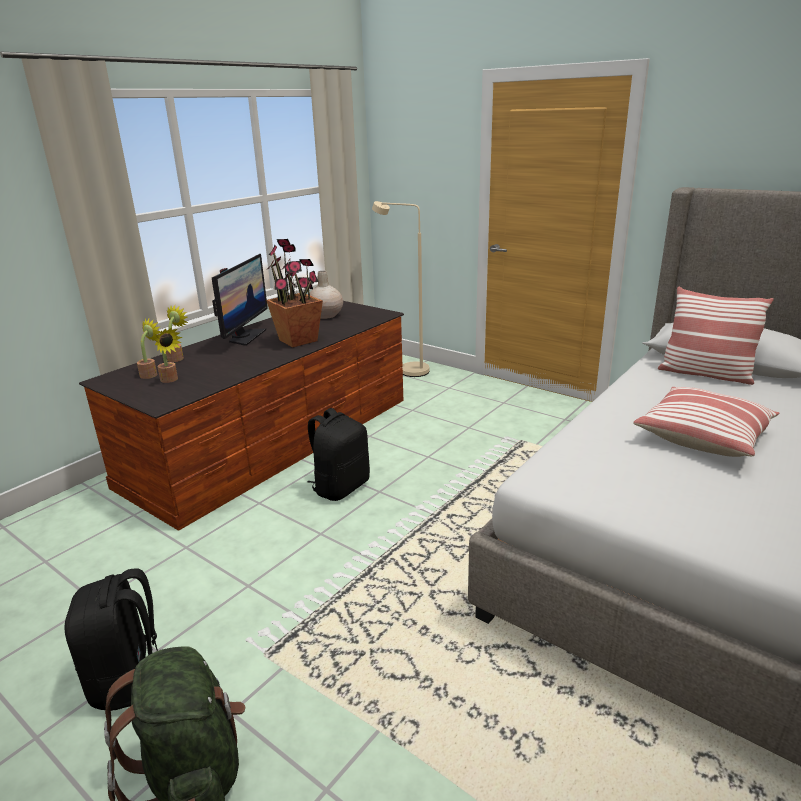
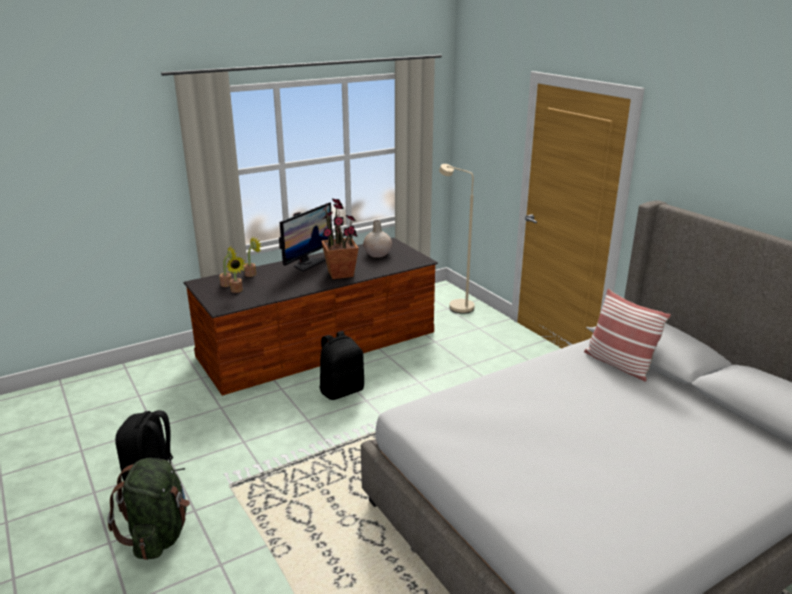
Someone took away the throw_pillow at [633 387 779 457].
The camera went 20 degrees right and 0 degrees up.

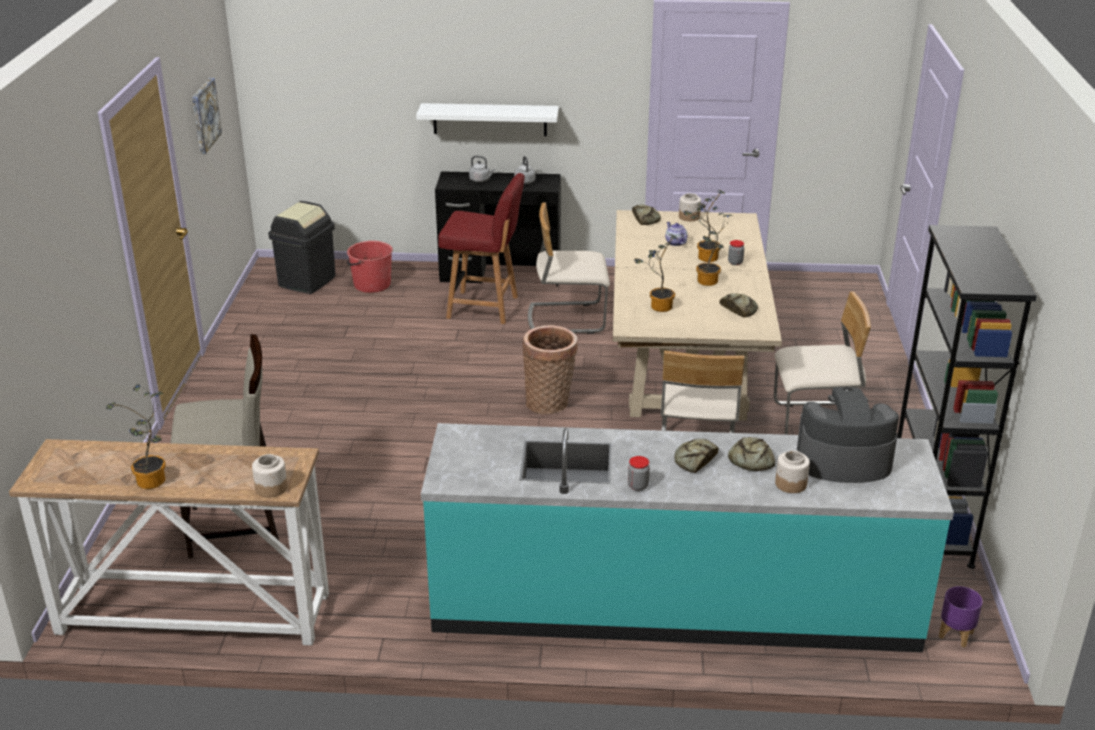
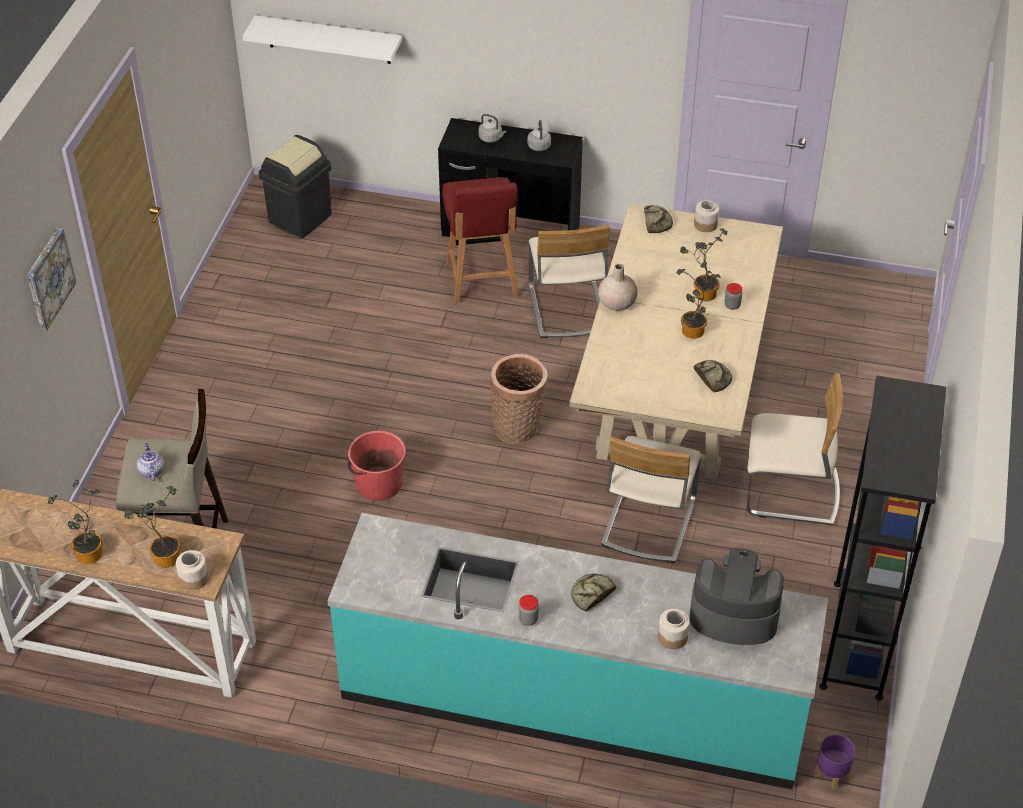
Someone carried the wall_picture from [192 78 222 154] to [27 228 76 331].
Someone carried the white-coloured_wall_shelf from [416 103 559 136] to [243 15 402 64].
Someone rotated the red_upright_chair at [438 173 525 324] by 60 degrees clockwise.
Someone rotated the beige-coloured_upright_chair at [528 203 610 334] by 105 degrees counterclockwise.
Someone carried the tea_pot from [665 222 688 246] to [137 443 164 481].
Someone carried the potted_plant from [634 234 677 312] to [124 486 181 568].
Someone carried the red_water_bucket from [347 241 393 293] to [348 431 406 501].
Someone took away the bakery_bread at [728 437 775 471].
Someone put down the beige-coloured_vase at [598 264 638 311].
The camera went 10 degrees right and 15 degrees up.

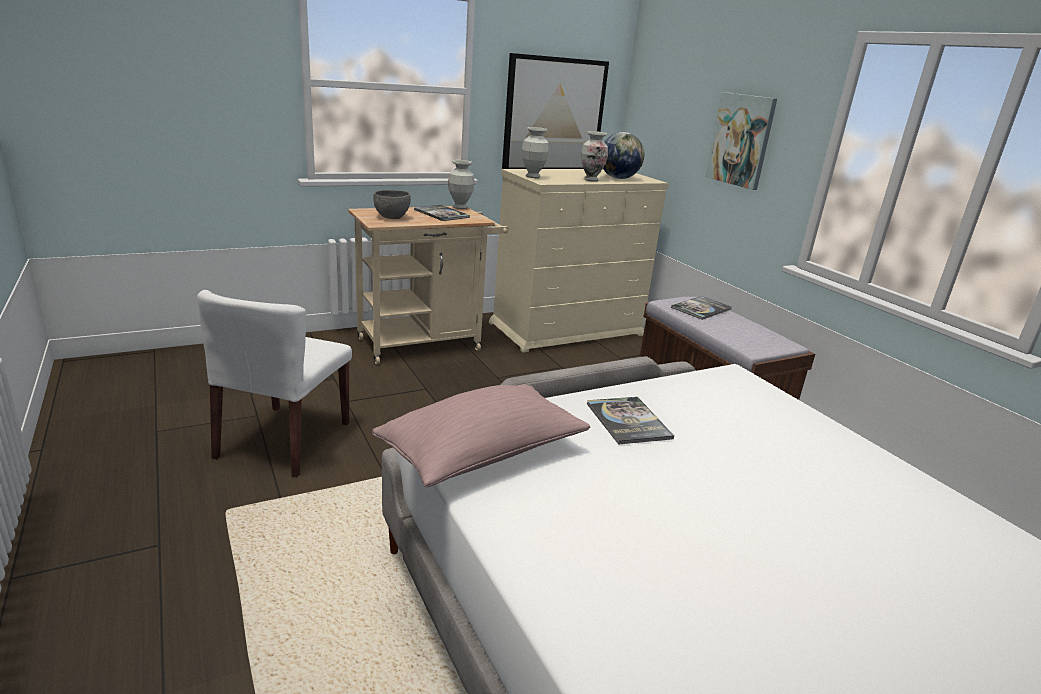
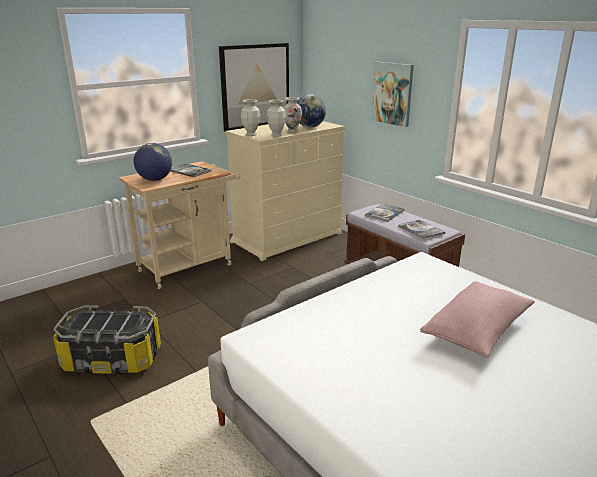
Someone carried the vase from [448 160 475 209] to [267 100 286 137].
Someone swapped the greyish_deep_dish at [373 190 411 219] for the world_globe at [134 143 172 181].
Someone swapped the white-coloured_upright_chair at [197 290 352 477] for the storage_container at [53 305 161 374].
Someone carried the pink-coloured_throw_pillow from [372 384 590 487] to [420 281 535 358].
Someone carried the bound_book from [587 397 674 445] to [398 220 445 239].
The camera went 10 degrees left and 0 degrees up.

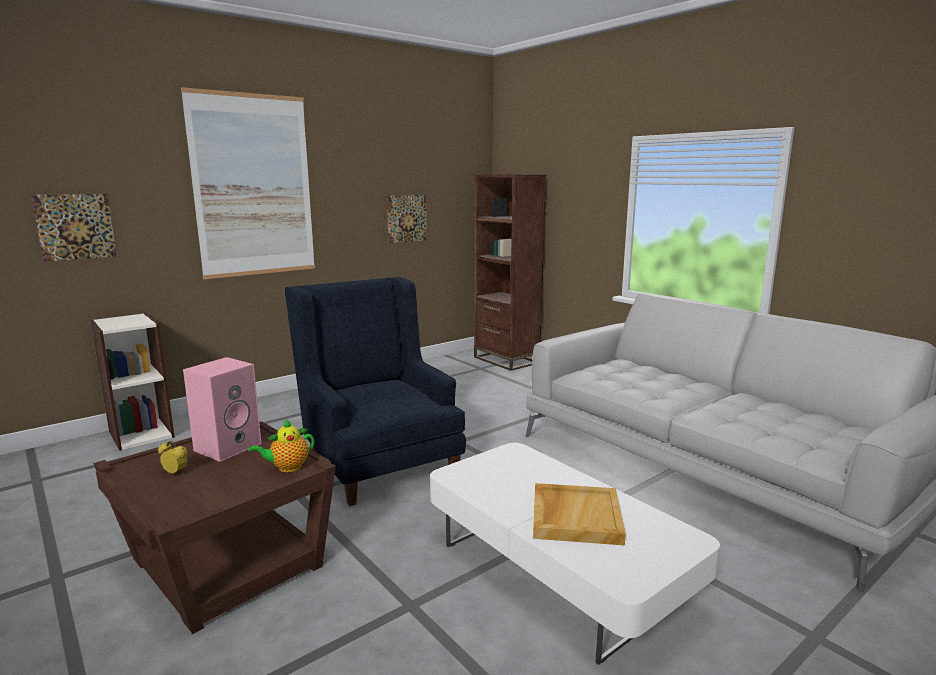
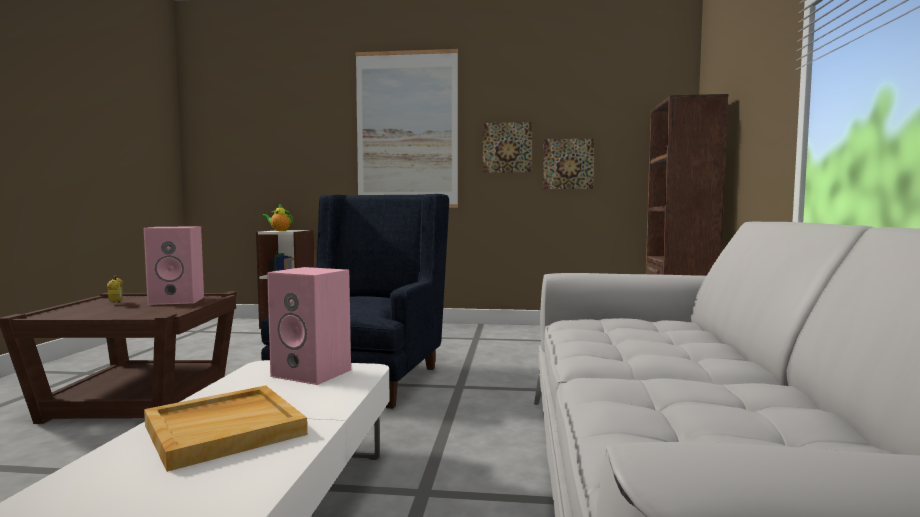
Someone carried the wall_picture from [31 194 117 262] to [483 122 532 173].
Someone carried the tea_pot from [249 419 315 472] to [262 204 293 231].
Someone put down the pink-coloured_speaker at [267 267 351 385].
The camera went 45 degrees right and 10 degrees down.

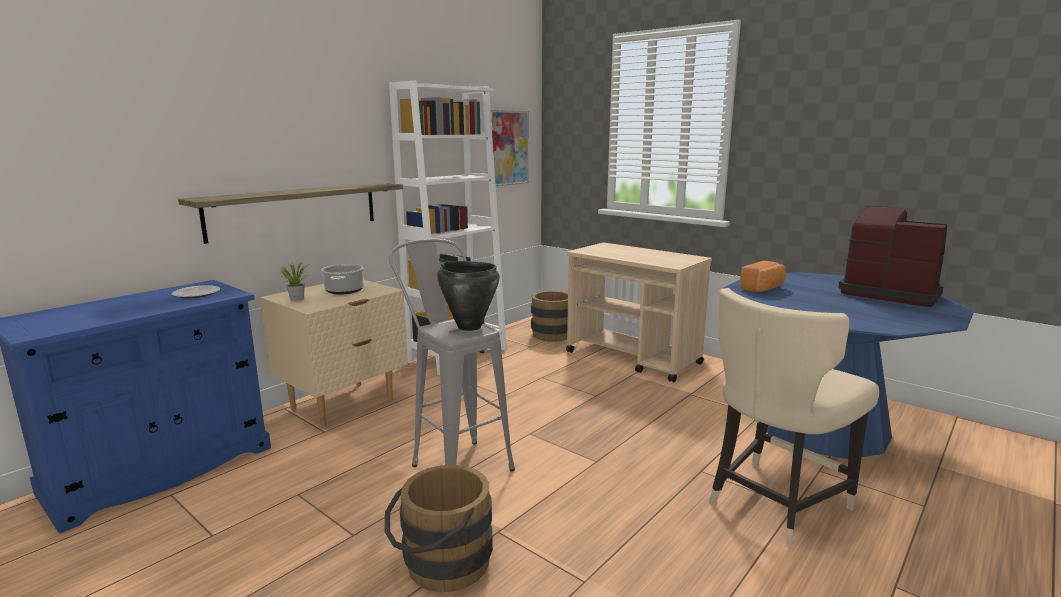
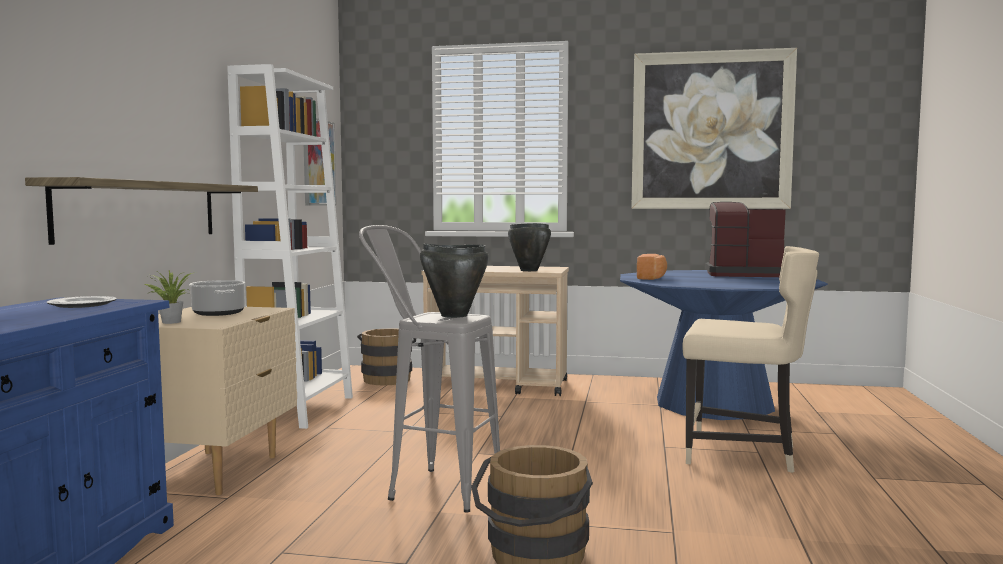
Someone rotated the beige-coloured_upright_chair at [709 288 879 547] by 90 degrees counterclockwise.
Someone put up the wall_picture at [631 48 797 209].
Someone put down the blackish_saucepot at [508 223 551 271].
The camera went 30 degrees left and 10 degrees down.

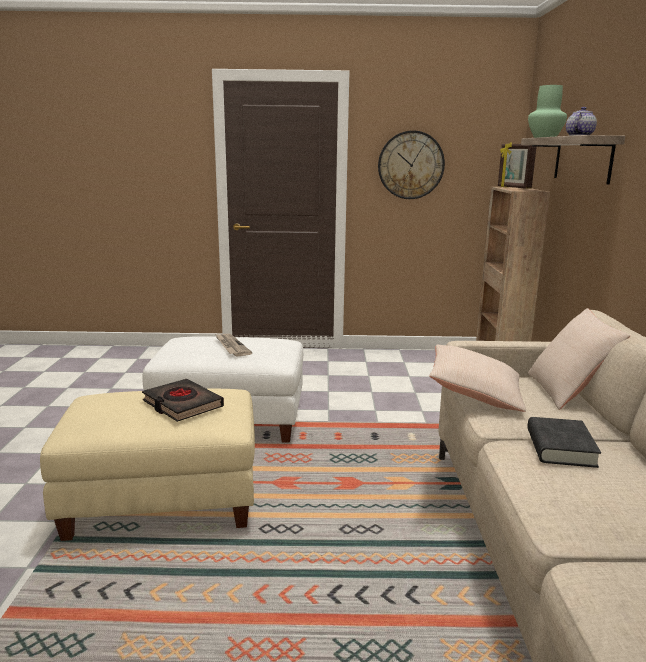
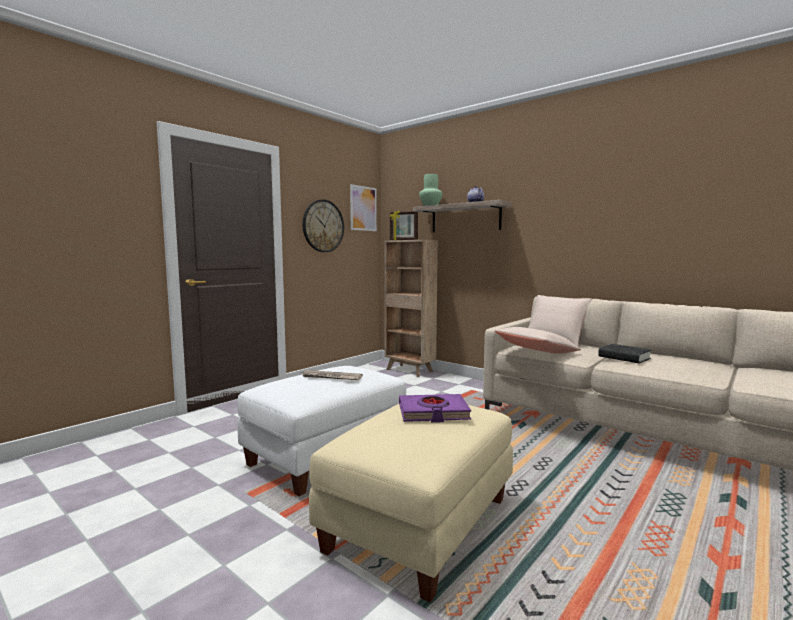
Someone repainted the blackish_bound_book at [142 379 224 422], which became the purple-coloured_bound_book at [399 394 471 423].
Someone put up the wall_picture at [350 184 377 231].
The camera went 50 degrees left and 10 degrees down.

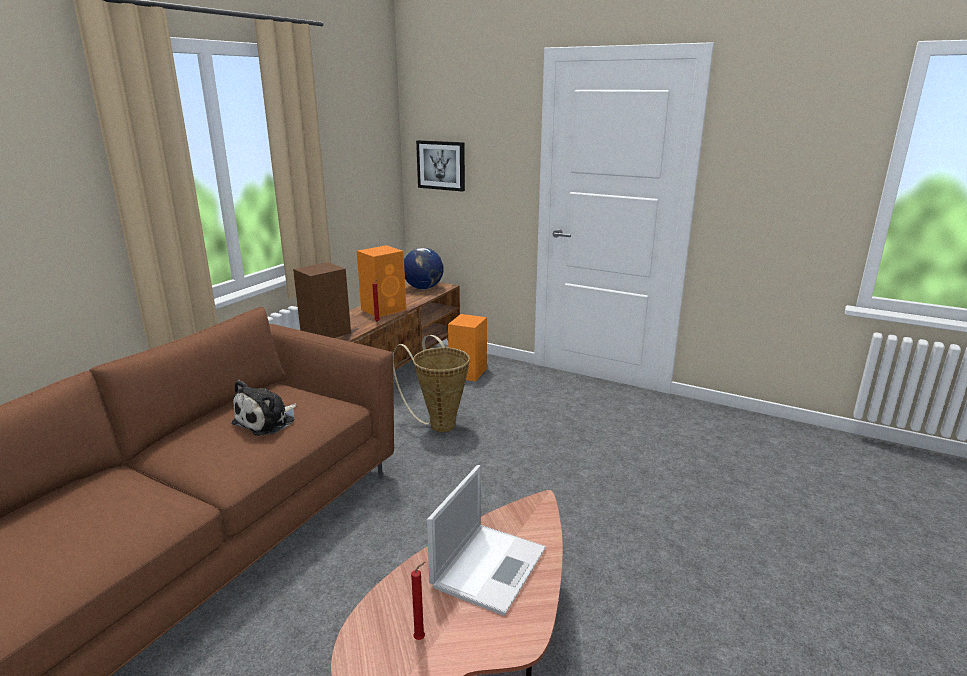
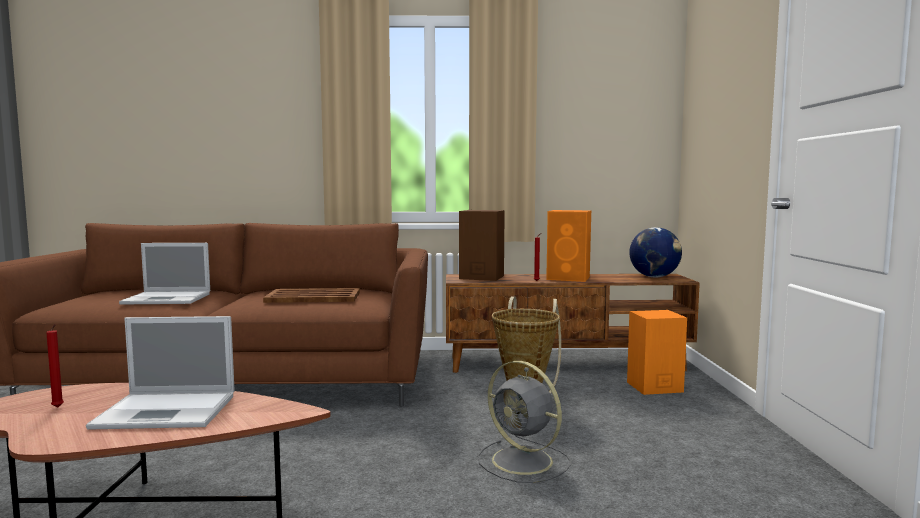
Someone took away the wall_picture at [416 140 465 192].
Someone swapped the soft_toy at [232 380 297 436] for the brown-coloured_tray at [263 288 360 303].
Someone put down the laptop at [119 243 210 305].
Someone put down the greyish_electric_fan at [478 361 570 483].
The camera went 60 degrees right and 15 degrees down.

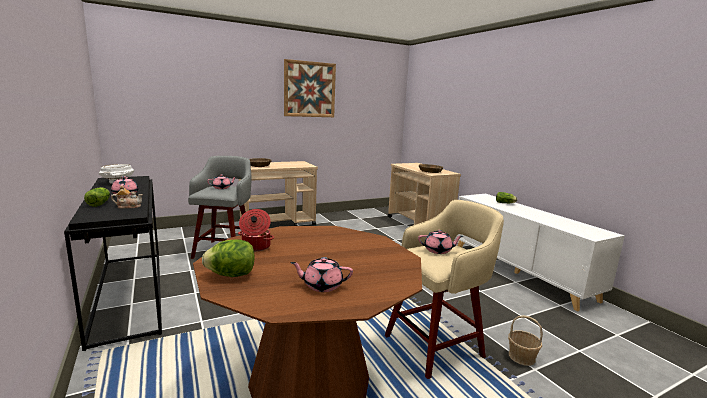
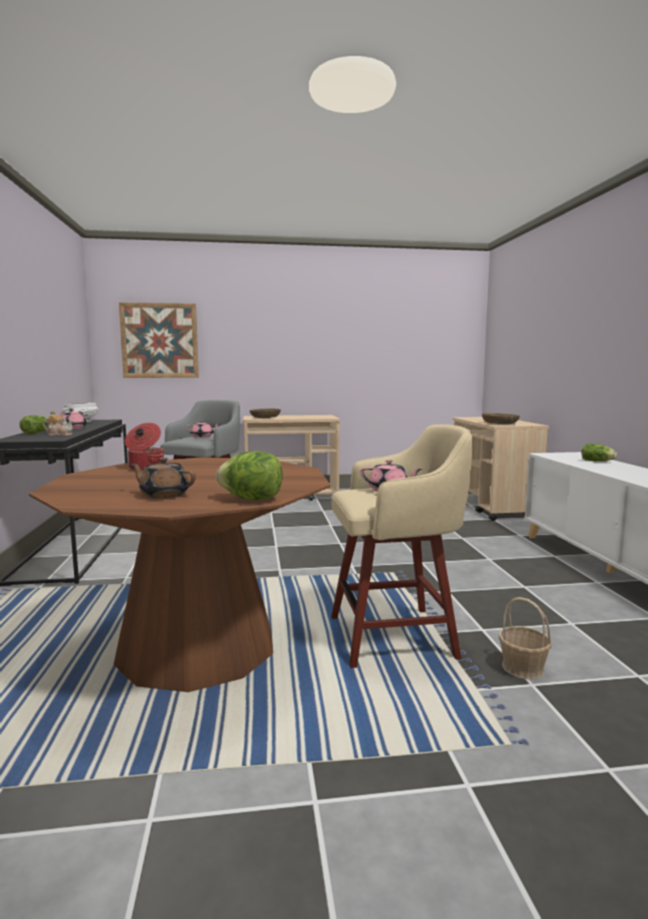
Someone carried the wall_picture from [284 59 336 117] to [119 302 199 378].
Someone carried the lettuce_head from [202 239 254 277] to [216 451 283 500].
Someone repainted the pink-coloured_tea_pot at [290 257 353 292], which became the brown-coloured_tea_pot at [130 458 196 498].
The camera went 20 degrees right and 5 degrees down.

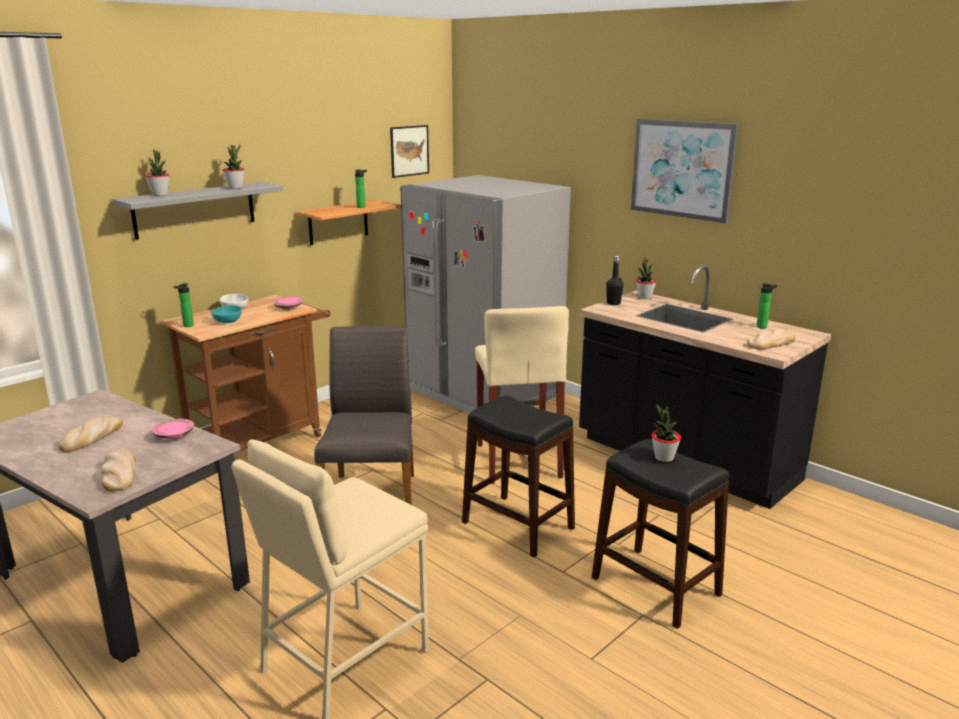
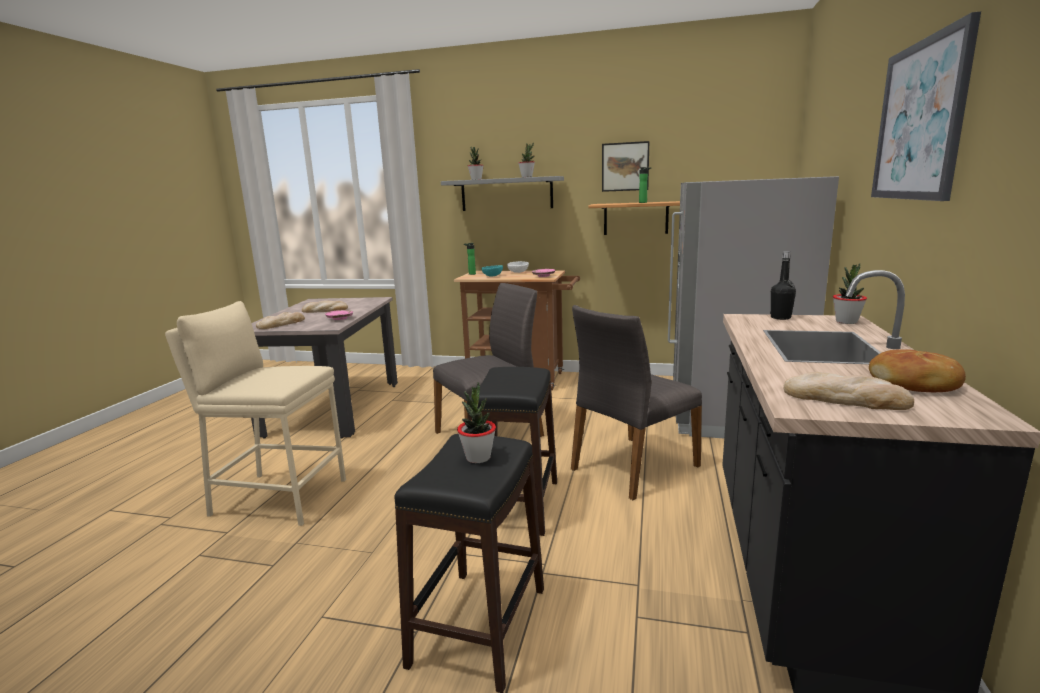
Someone carried the wall_picture from [390 125 429 178] to [602 141 649 192].
Someone swapped the bottle at [756 283 777 328] for the bakery_bread at [869 349 966 392].
Someone swapped the beige-coloured_sitting_stool at [475 306 569 484] for the greyish_upright_chair at [571 305 702 500].
The camera went 60 degrees right and 5 degrees down.

